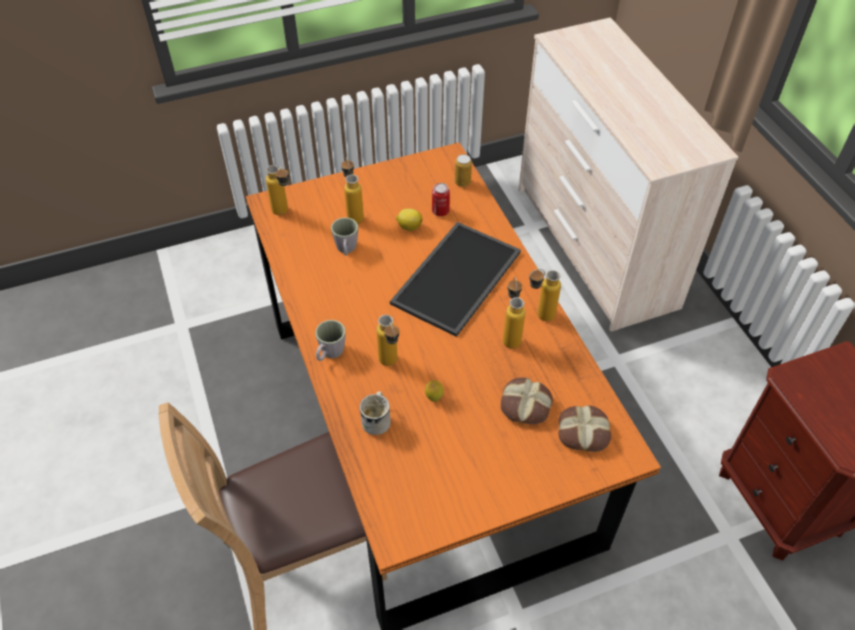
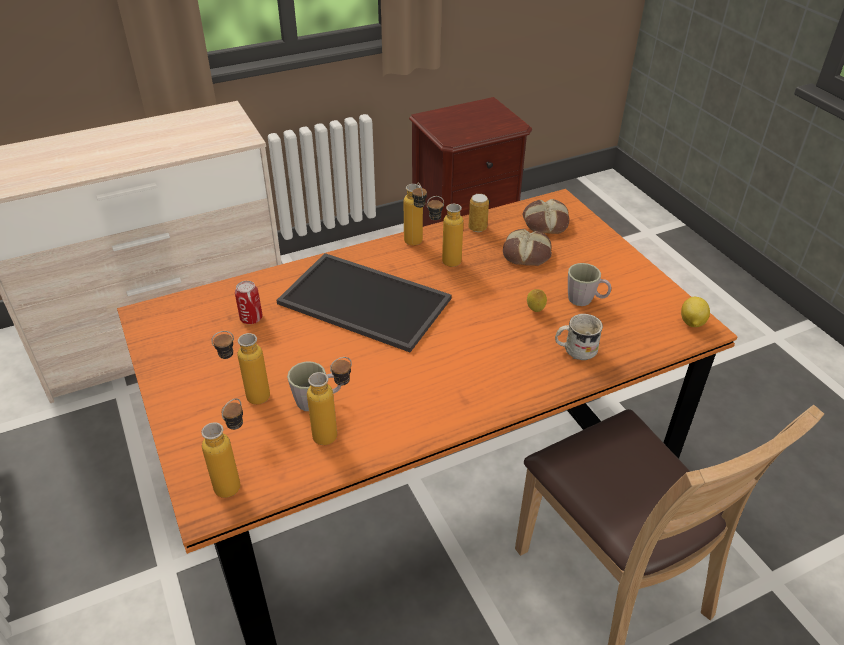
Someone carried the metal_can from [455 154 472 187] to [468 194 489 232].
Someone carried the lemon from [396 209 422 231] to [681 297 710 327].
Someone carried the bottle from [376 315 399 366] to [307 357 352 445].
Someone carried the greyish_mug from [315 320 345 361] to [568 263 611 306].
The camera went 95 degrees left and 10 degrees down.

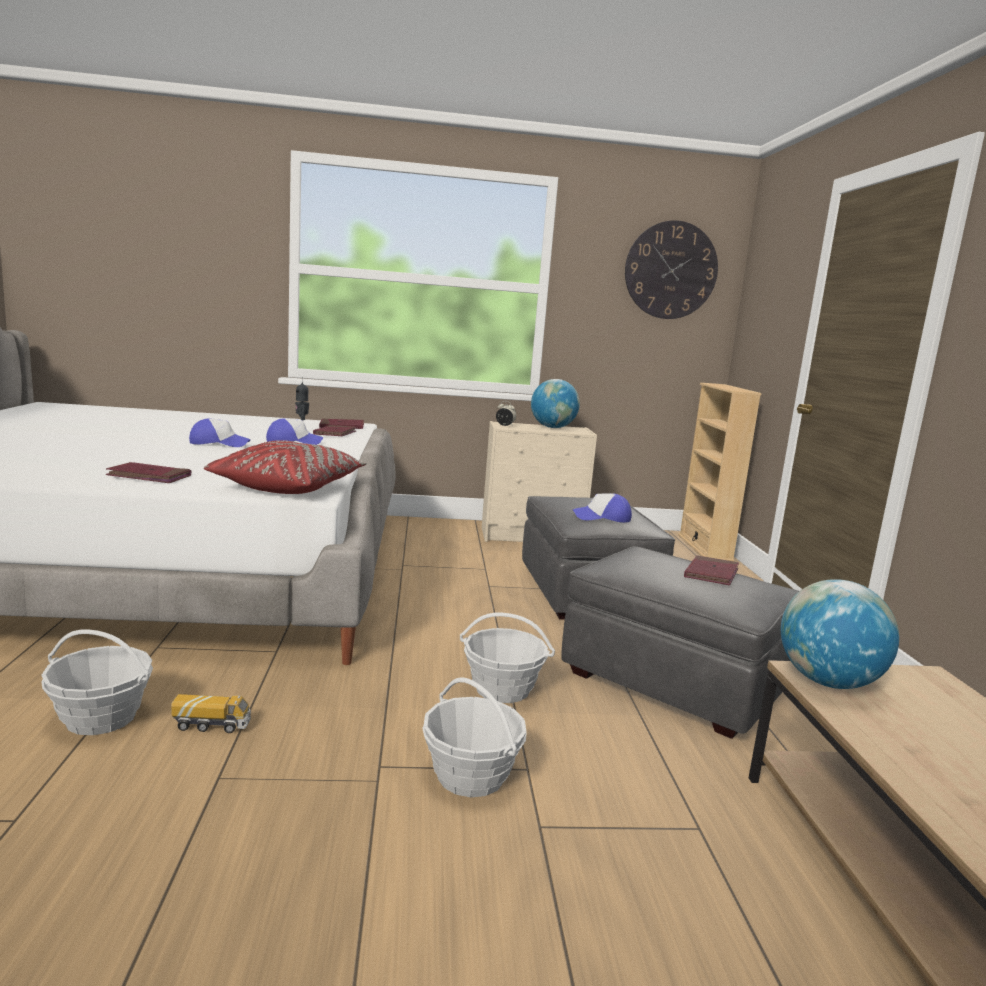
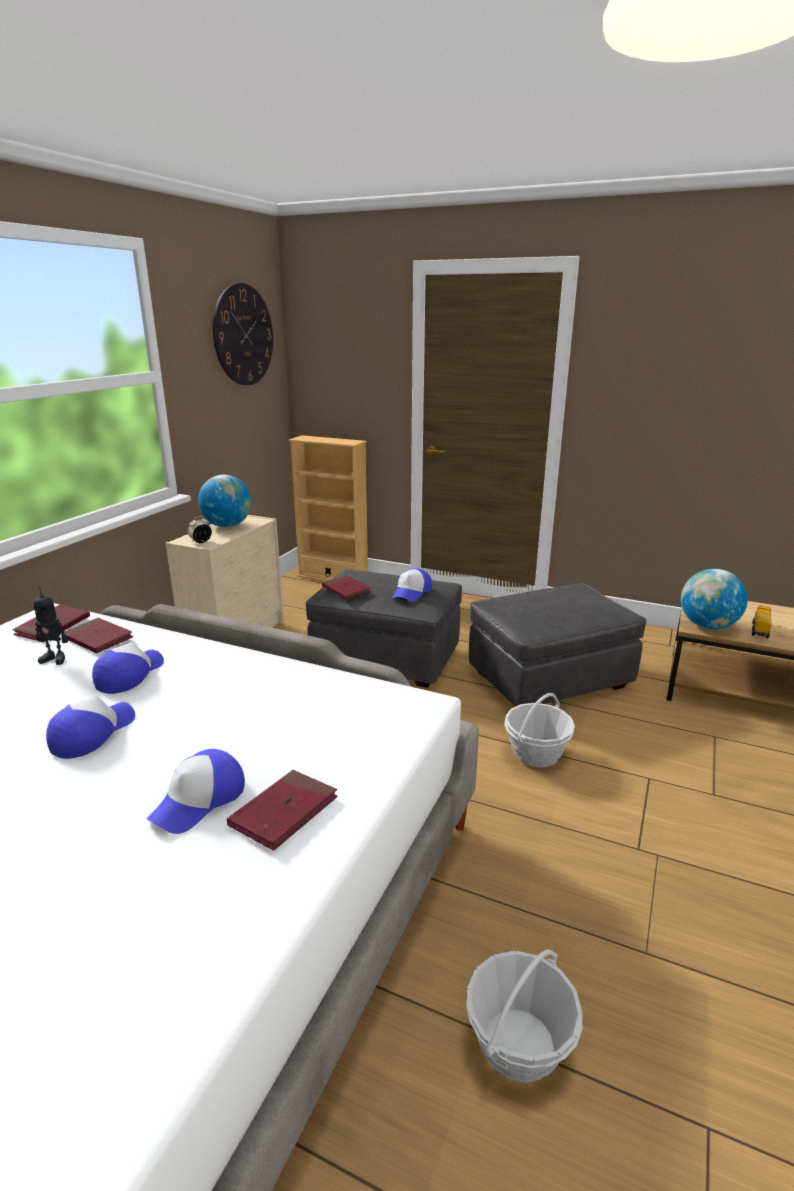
Someone took away the red_throw_pillow at [204 440 367 494].
Someone carried the red_bound_book from [684 555 739 585] to [322 575 371 600].
Someone took away the basket at [422 677 527 797].
Someone carried the toy_lorry from [171 694 251 733] to [752 605 771 638].
Someone put down the cap at [147 749 245 834].
The camera went 60 degrees left and 10 degrees up.

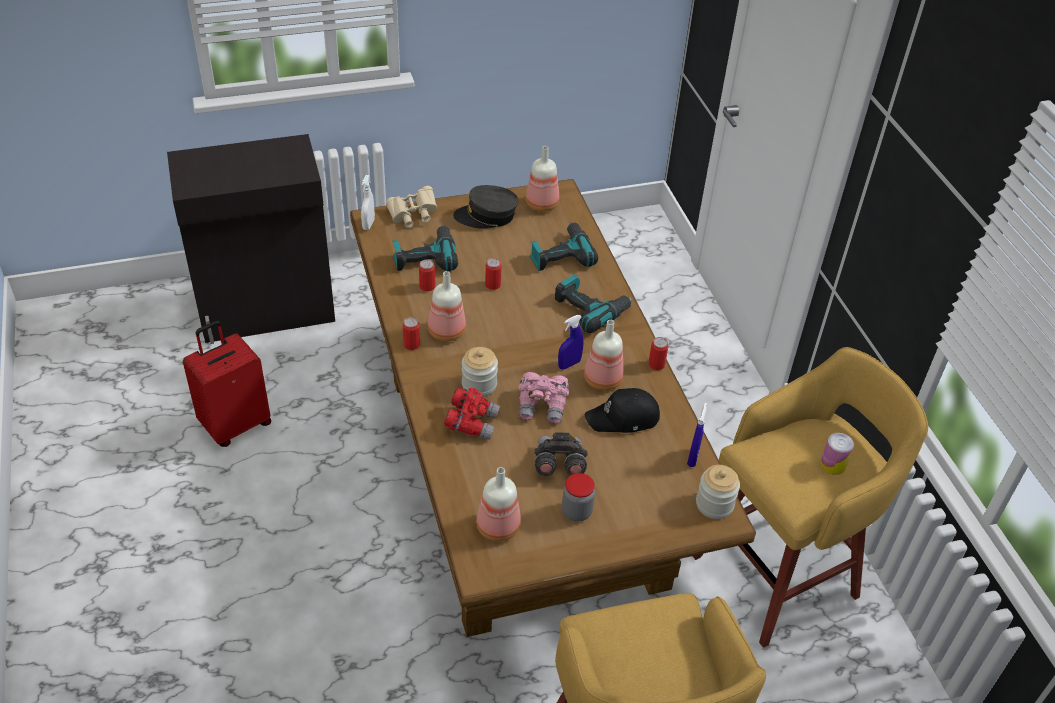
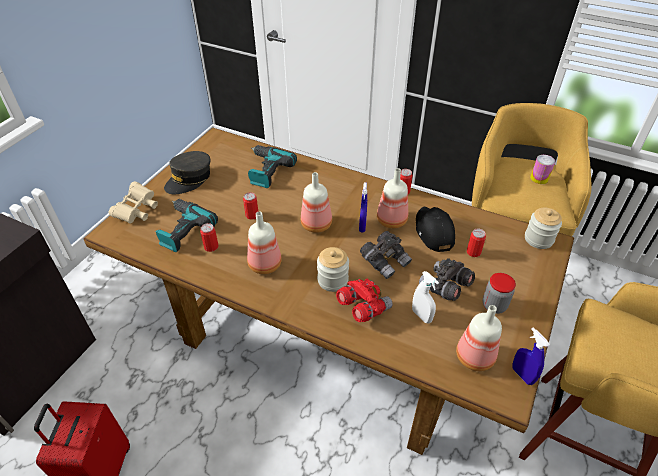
Someone carried the bottle from [526 146 559 212] to [301 172 332 233].
Someone carried the white-coloured_hand_sprayer from [361 175 375 230] to [412 271 439 323].
Someone took away the electric_drill at [555 274 633 333].
Someone carried the metal_can from [403 317 420 350] to [467 229 486 257].
Someone repainted the pink-coloured_binoculars at [518 372 569 423], which became the greyish_binoculars at [360 231 412 279].
Someone rotated the blackish_cap at [585 388 660 433] by 135 degrees clockwise.
Someone carried the bluish_hand_sprayer from [687 403 707 467] to [512 327 550 385].
The camera went 45 degrees left and 0 degrees up.

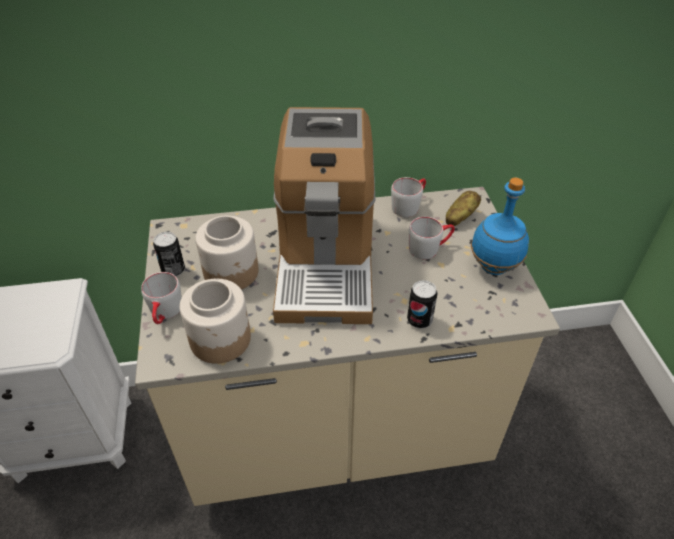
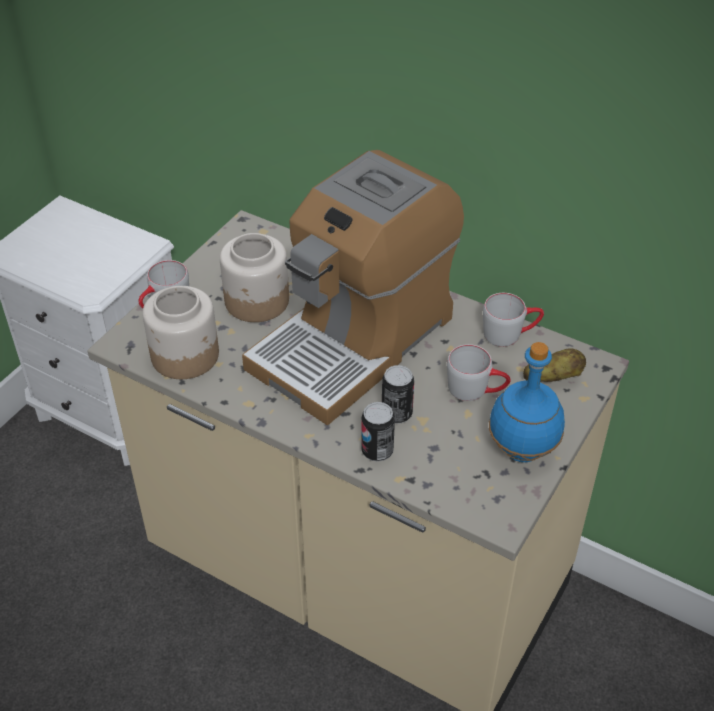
Someone carried the metal_can from [153 232 185 277] to [382 365 414 424].
The camera went 40 degrees right and 0 degrees up.

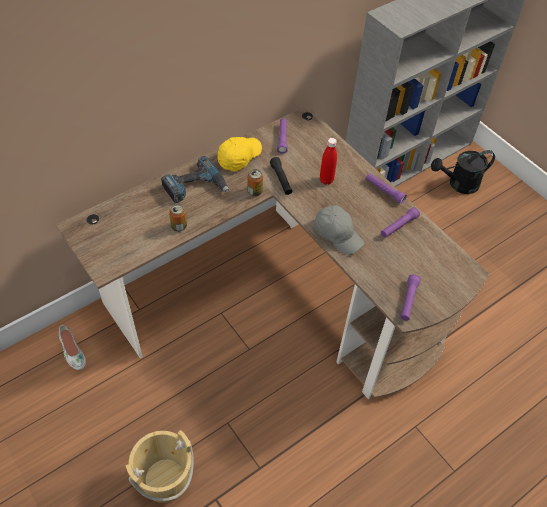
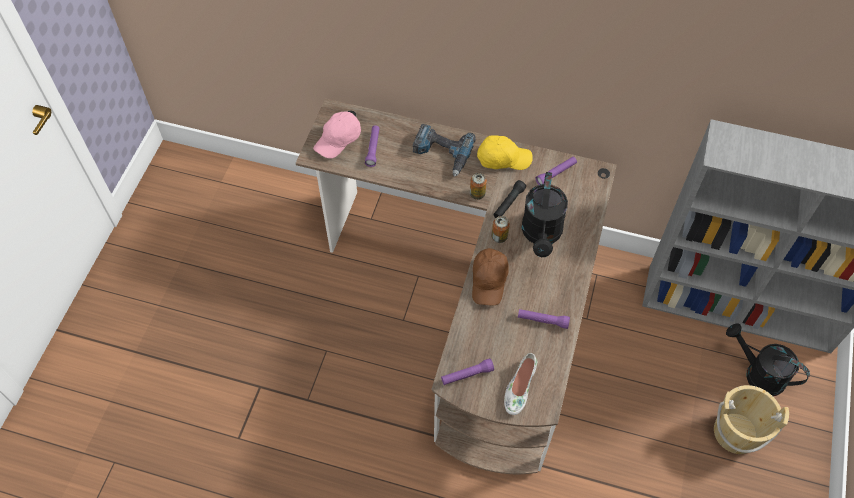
Someone swapped the red_bottle at [320 138 337 184] for the blackish_watering_pot at [522 172 568 257].
Someone carried the purple-coloured_flashlight from [366 173 407 204] to [365 125 380 167].
Someone carried the metal_can from [169 204 187 232] to [491 216 510 243].
Someone repainted the greyish_cap at [314 205 364 255], which became the brown-coloured_cap at [472 248 509 305].
Someone carried the white-coloured_shoe from [59 325 86 370] to [504 353 537 415].
Someone carried the beige-coloured_water_bucket from [126 430 194 503] to [714 385 789 454].
Someone put down the pink-coloured_cap at [313 111 361 159].
The camera went 55 degrees right and 5 degrees up.

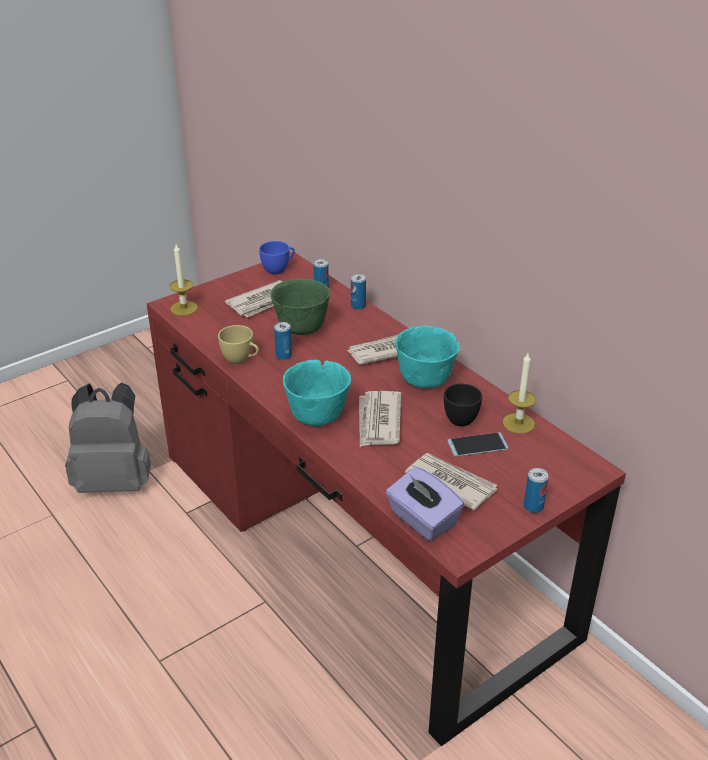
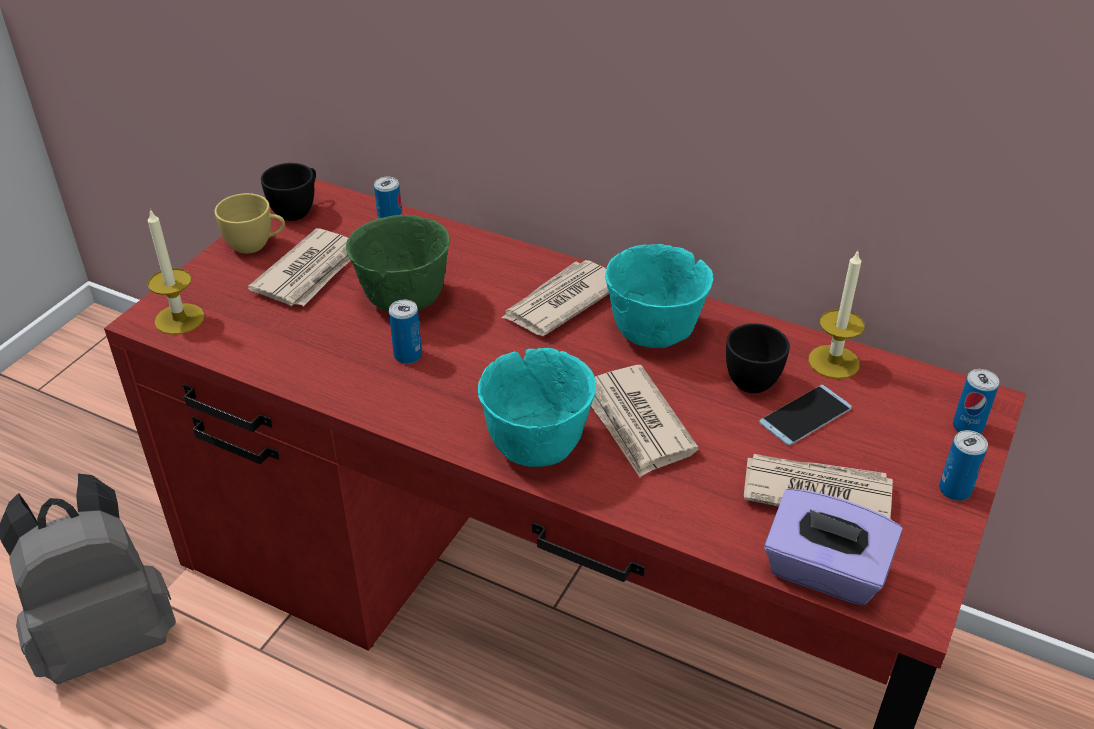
Someone repainted the bluish_small_cup at [259 241 295 274], which became the blackish_small_cup at [261 163 316 221].
Someone carried the metal_can from [351 274 366 309] to [953 369 999 434].
Someone carried the yellowish_small_cup from [218 325 259 364] to [215 193 285 254].
The camera went 25 degrees left and 5 degrees up.

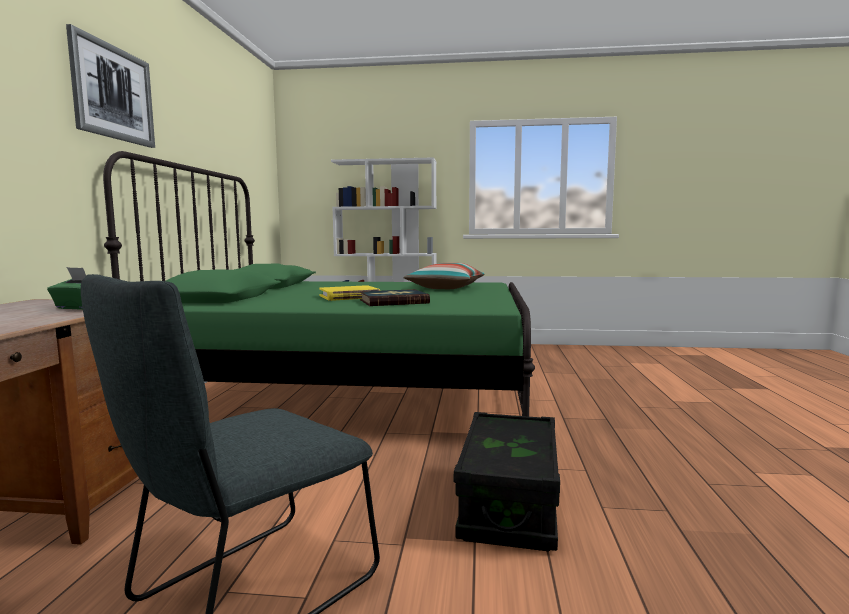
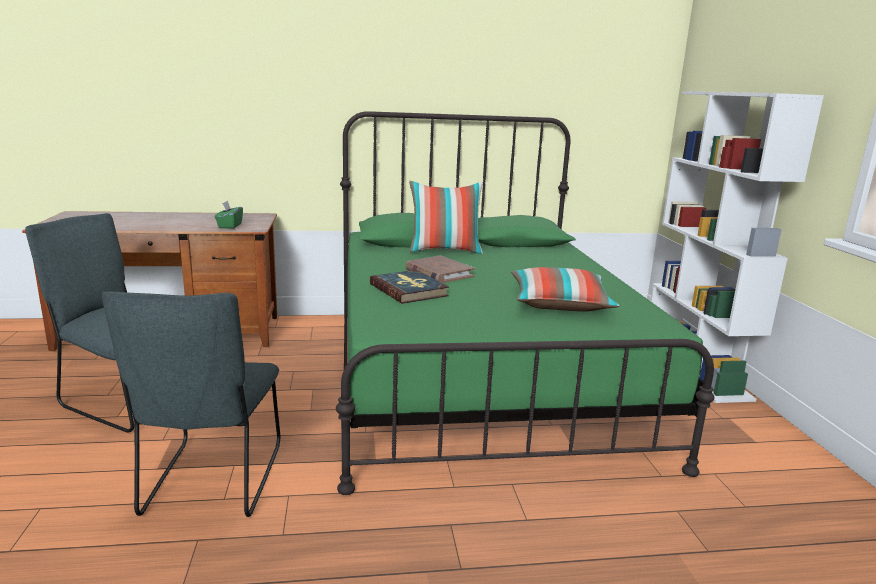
Someone took away the wall_picture at [66 24 155 148].
Someone repainted the yellowish_bound_book at [319 285 380 301], which became the brown-coloured_bound_book at [405 255 475 283].
Someone swapped the blackish_storage_container at [454 412 560 551] for the greyish_upright_chair at [102 291 280 517].
Someone put down the throw_pillow at [409 181 483 254].
The camera went 75 degrees right and 10 degrees up.

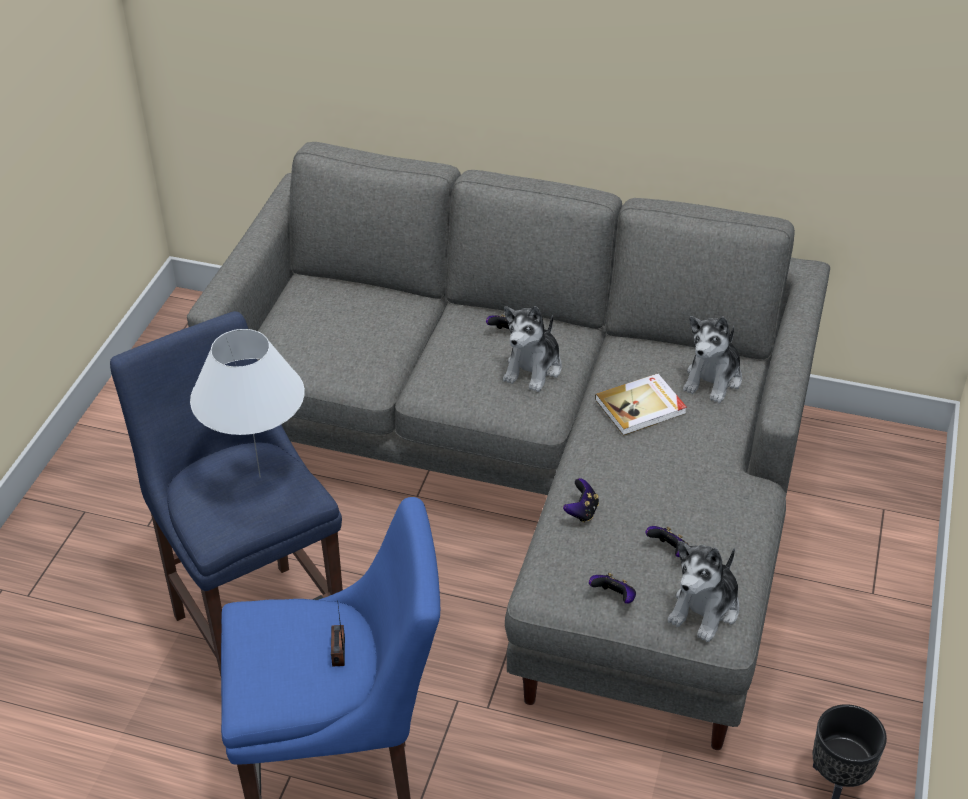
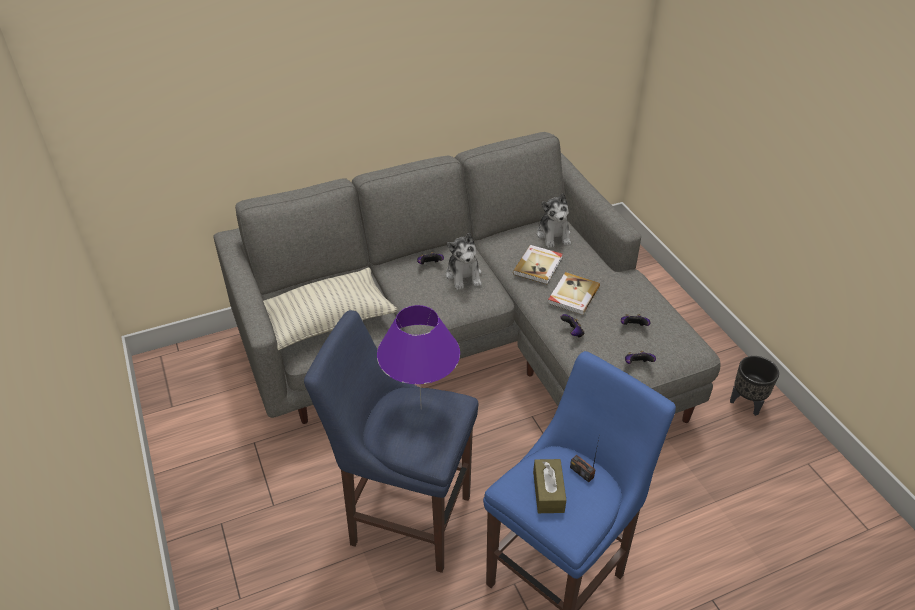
Someone repainted the white-coloured_table_lamp at [190 329 305 478], which became the purple-coloured_table_lamp at [377 305 460 409].
Someone took away the soft_toy at [667 541 739 642].
Someone put down the throw_pillow at [263 267 398 350].
Someone put down the bound_book at [548 272 600 315].
Someone put down the brown-coloured_box_of_tissues at [533 459 566 513].
The camera went 40 degrees left and 0 degrees up.

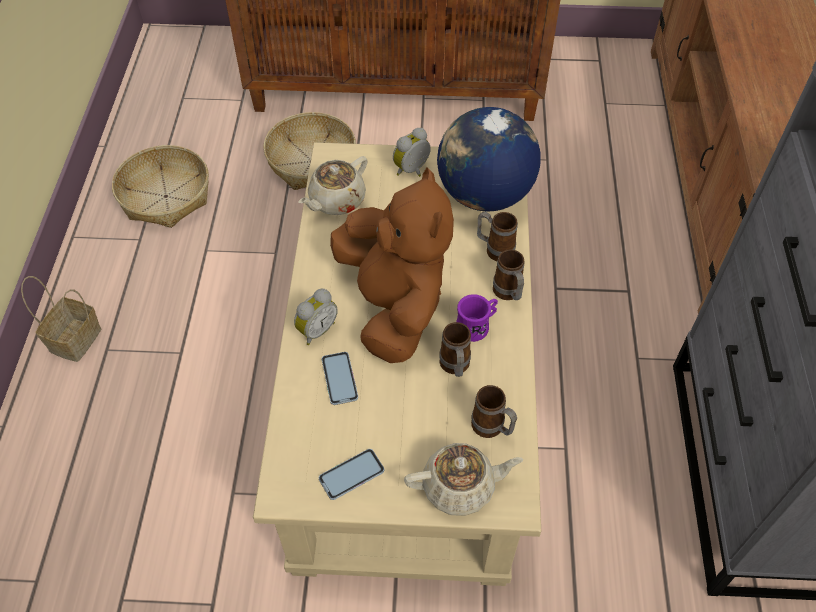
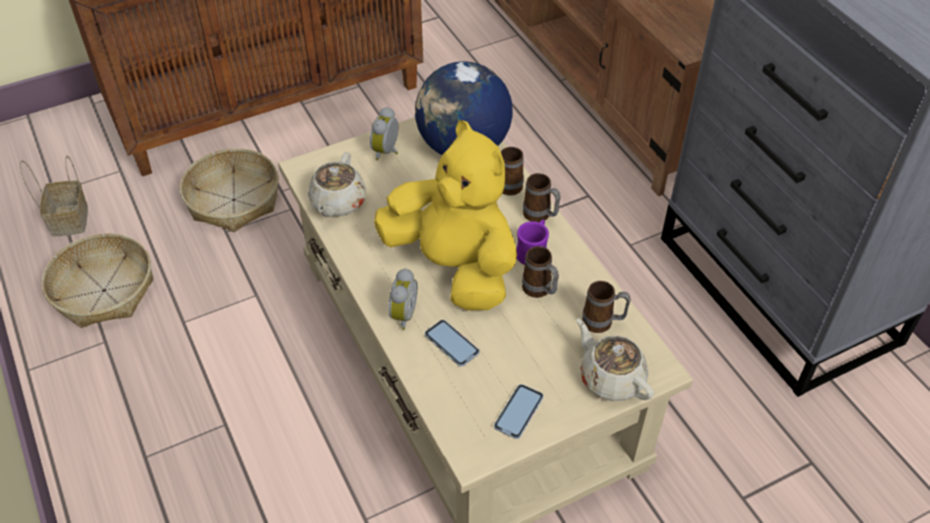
Someone repainted the brown-coloured_soft_toy at [330 167 454 363], which became the yellowish_soft_toy at [374 120 517 310].
Someone carried the basket from [21 276 101 362] to [20 156 88 236].
Someone rotated the beige-coloured_tea_pot at [404 443 523 516] by 90 degrees counterclockwise.
The camera went 30 degrees left and 5 degrees down.

